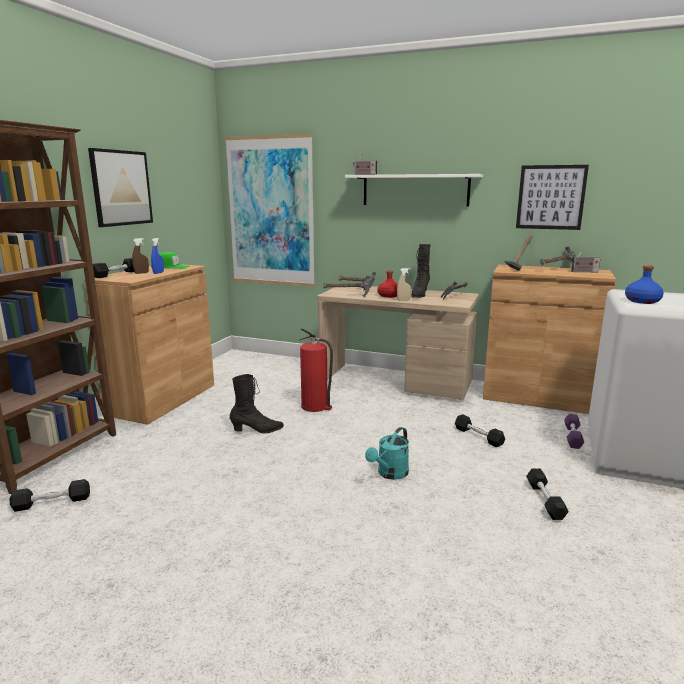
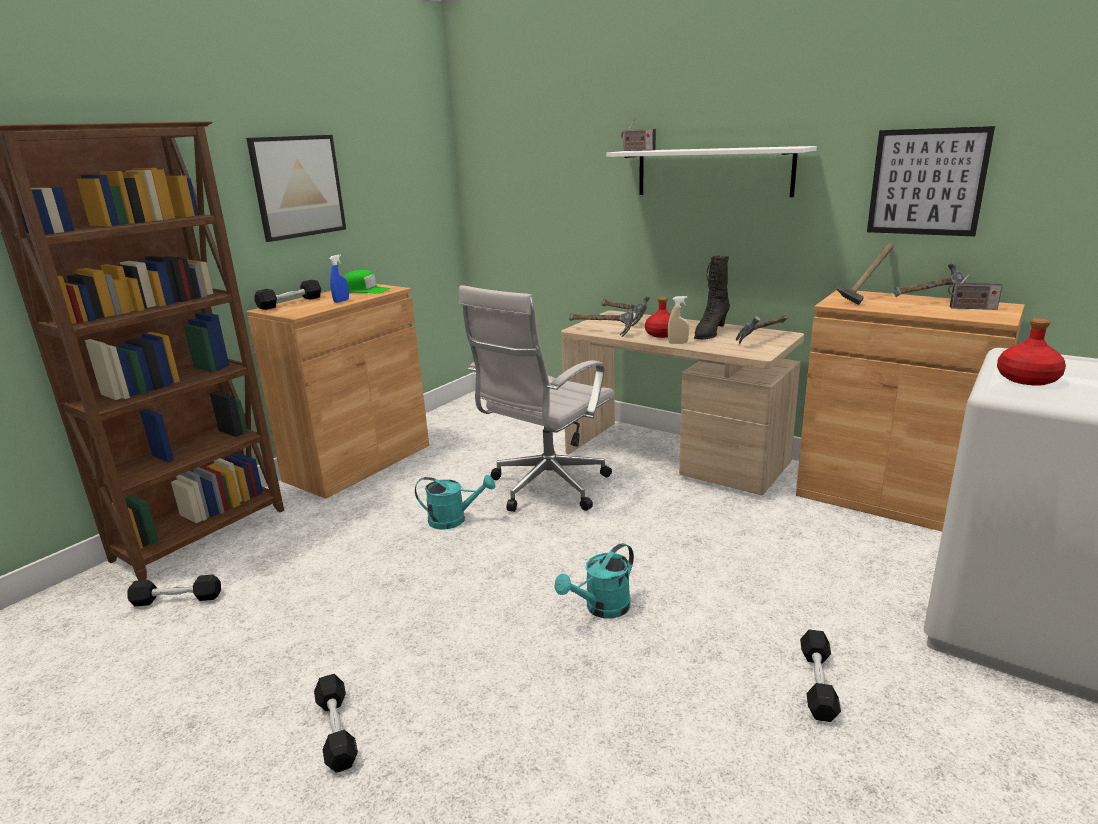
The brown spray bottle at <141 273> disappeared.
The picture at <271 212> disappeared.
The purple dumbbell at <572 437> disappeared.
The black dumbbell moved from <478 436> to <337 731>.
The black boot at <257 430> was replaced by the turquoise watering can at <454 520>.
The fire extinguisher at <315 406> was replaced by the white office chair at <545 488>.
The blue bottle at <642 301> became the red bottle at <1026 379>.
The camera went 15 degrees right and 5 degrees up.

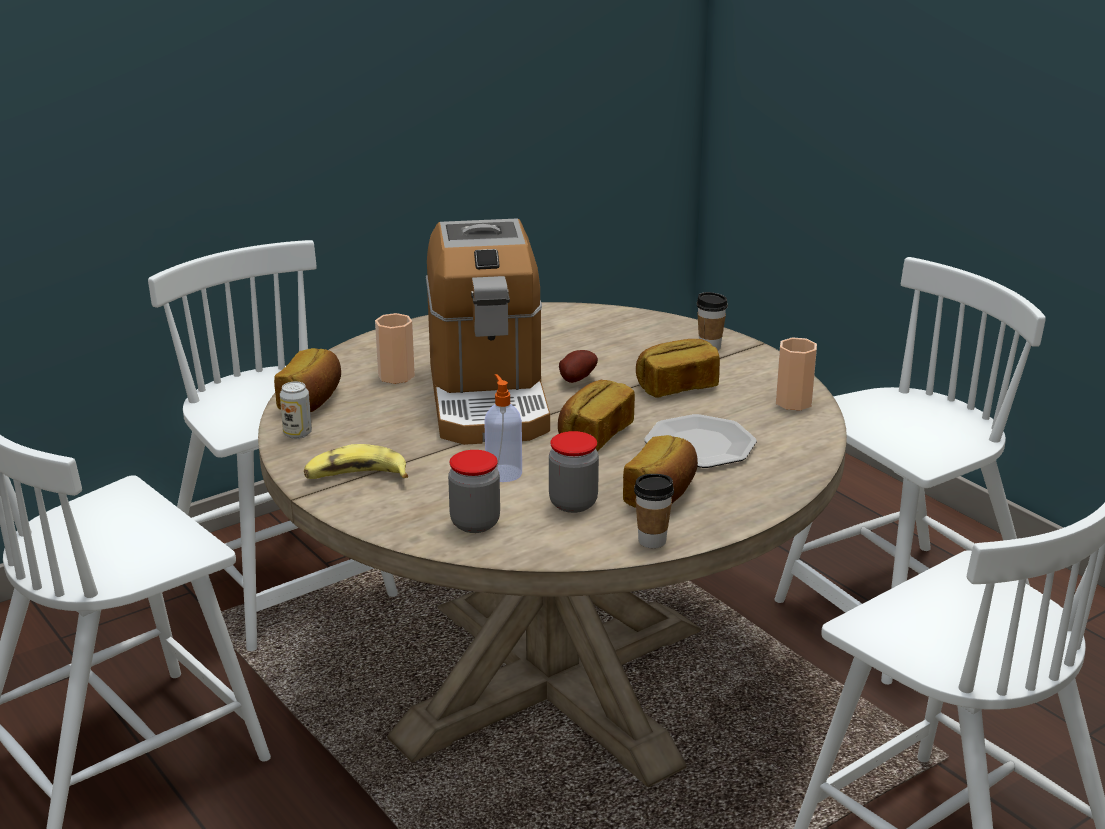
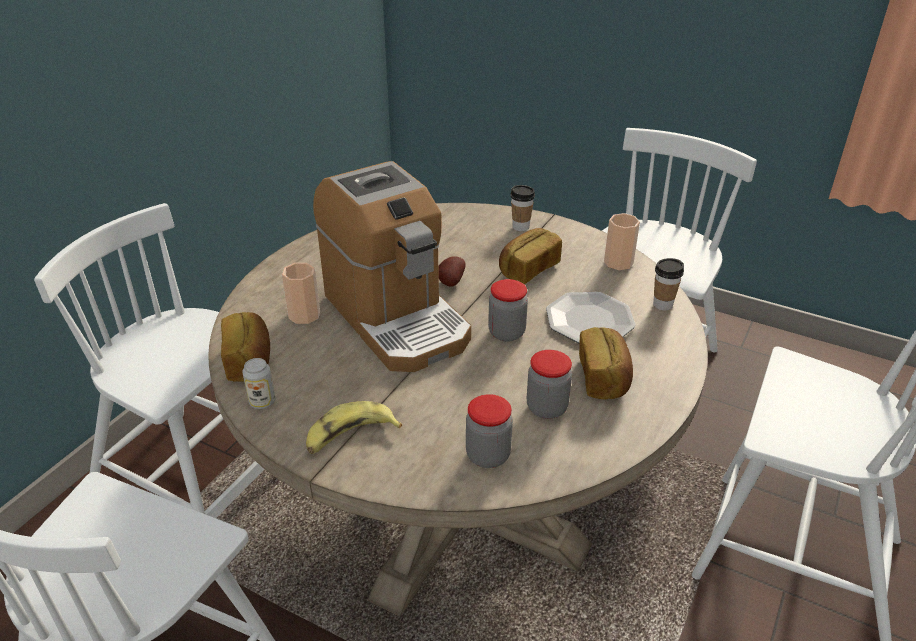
The soap dispenser at <503 473> disappeared.
The cup moved from <652 541> to <662 305>.
The bread at <594 435> was replaced by the jar at <506 333>.
The camera went 25 degrees left and 10 degrees up.

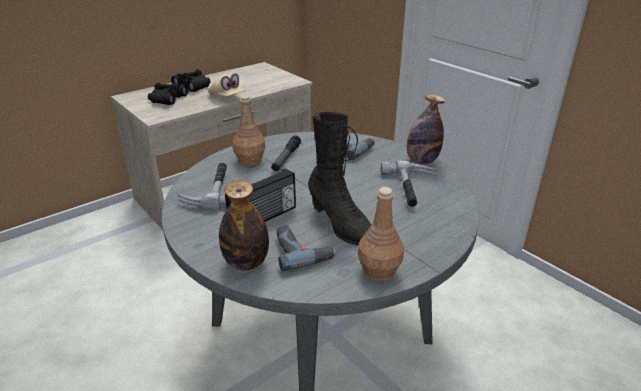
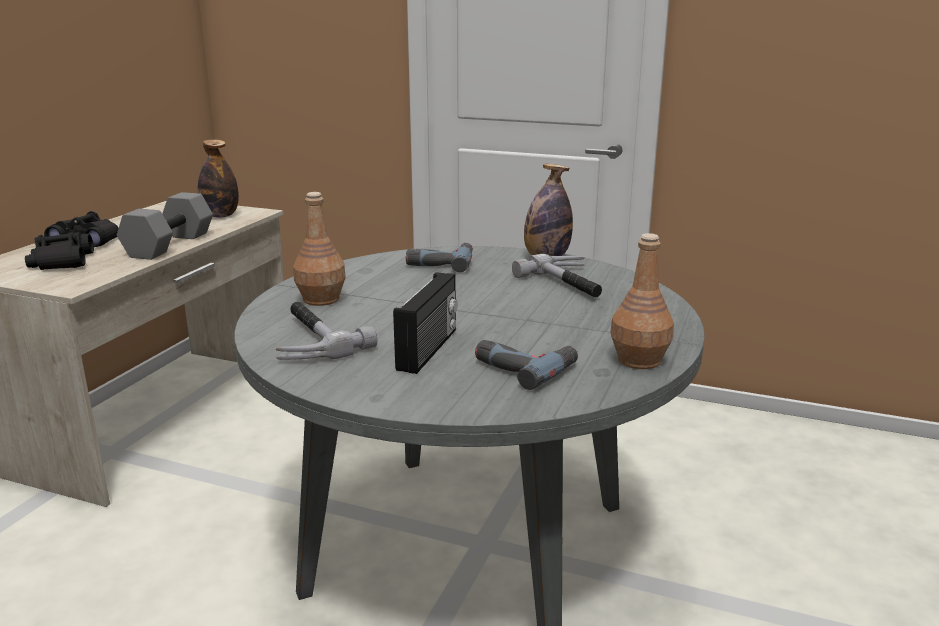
The flashlight at <286 158> disappeared.
The black boot at <342 226> disappeared.
The bottle moved from <246 263> to <220 215>.
The beige cap at <227 97> was replaced by the grey dumbbell at <169 244>.
The camera went 30 degrees left and 10 degrees down.

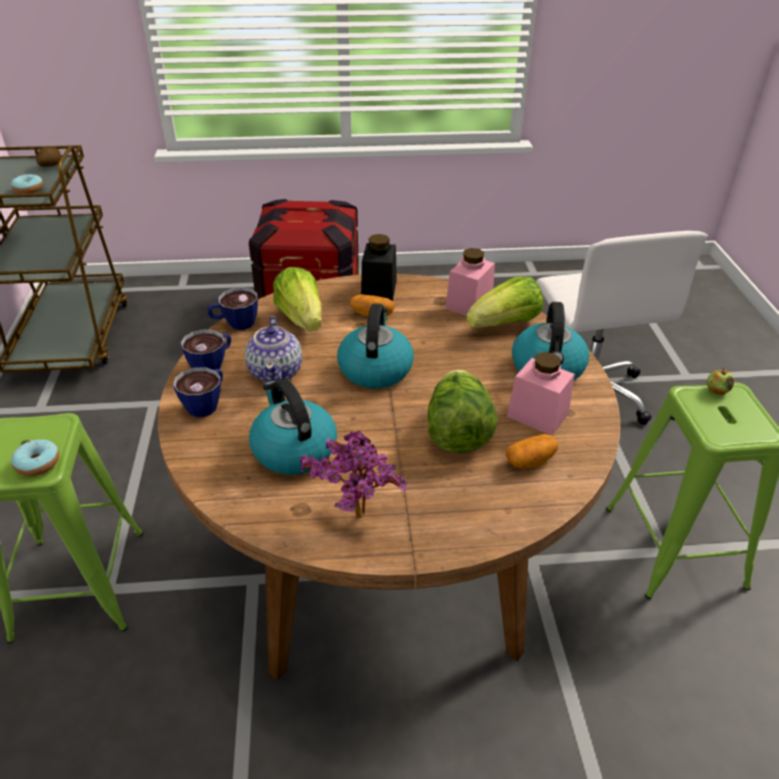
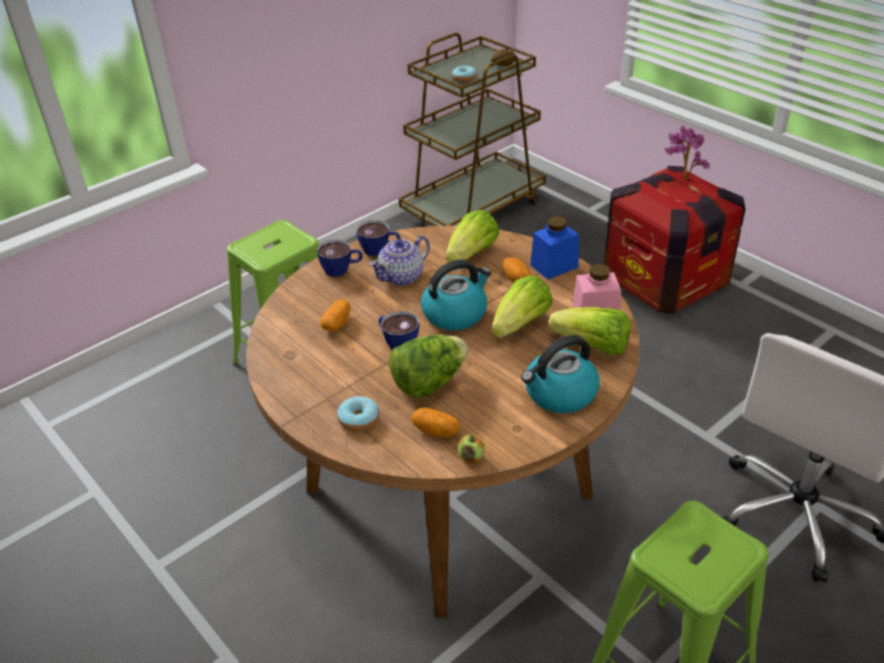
The pink jar at <537 415> disappeared.
The lettuce at <521 324> appeared.
The donut moved from <38 463> to <359 419>.
The cup moved from <235 323> to <397 343>.
The potted plant moved from <355 521> to <681 179>.
The apple moved from <717 390> to <471 457>.
The kettle at <293 449> was replaced by the potato at <337 324>.
The black jar at <379 289> became the blue jar at <554 266>.
The camera went 55 degrees right and 0 degrees up.

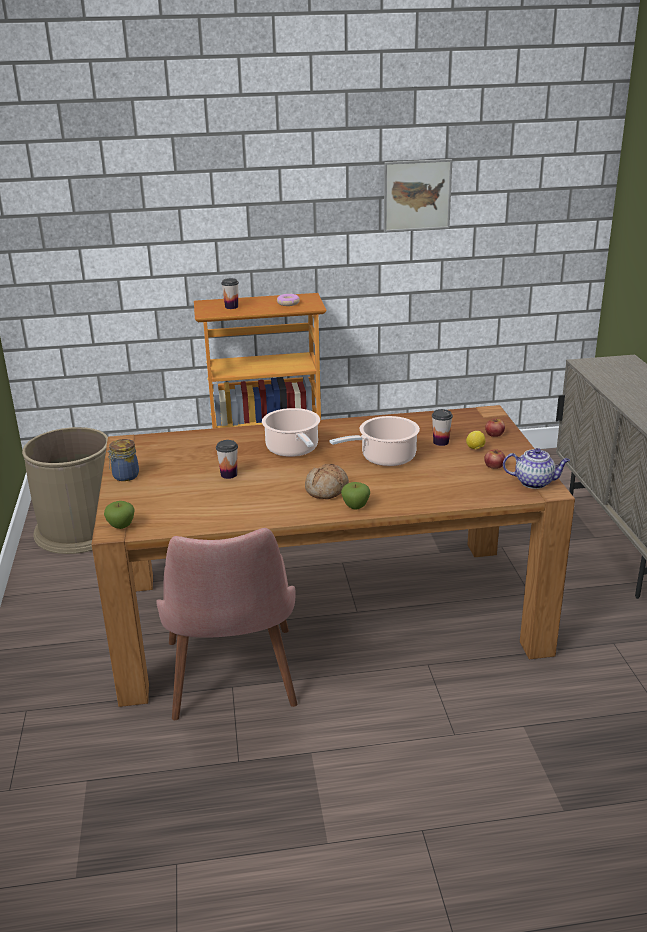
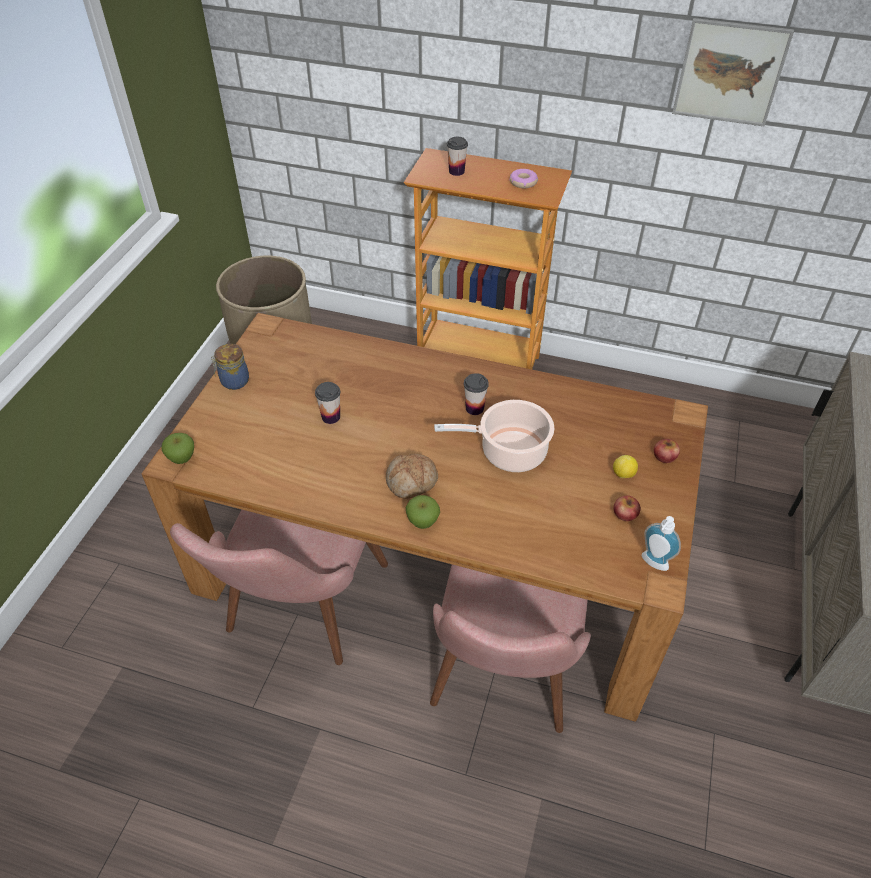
The cooking pot at <293 450> disappeared.
The pink chair at <502 679> appeared.
The cup moved from <441 442> to <474 408>.
The teapot at <535 482> was replaced by the soap dispenser at <653 564>.
The camera went 25 degrees right and 20 degrees up.

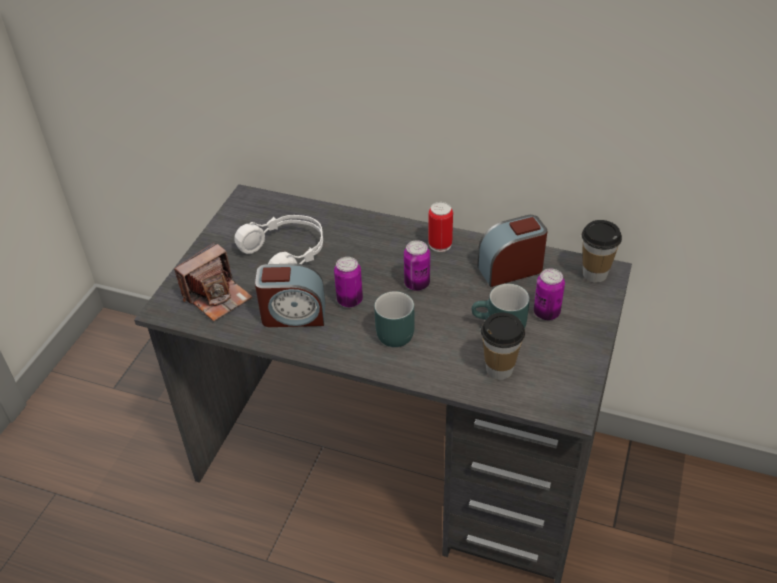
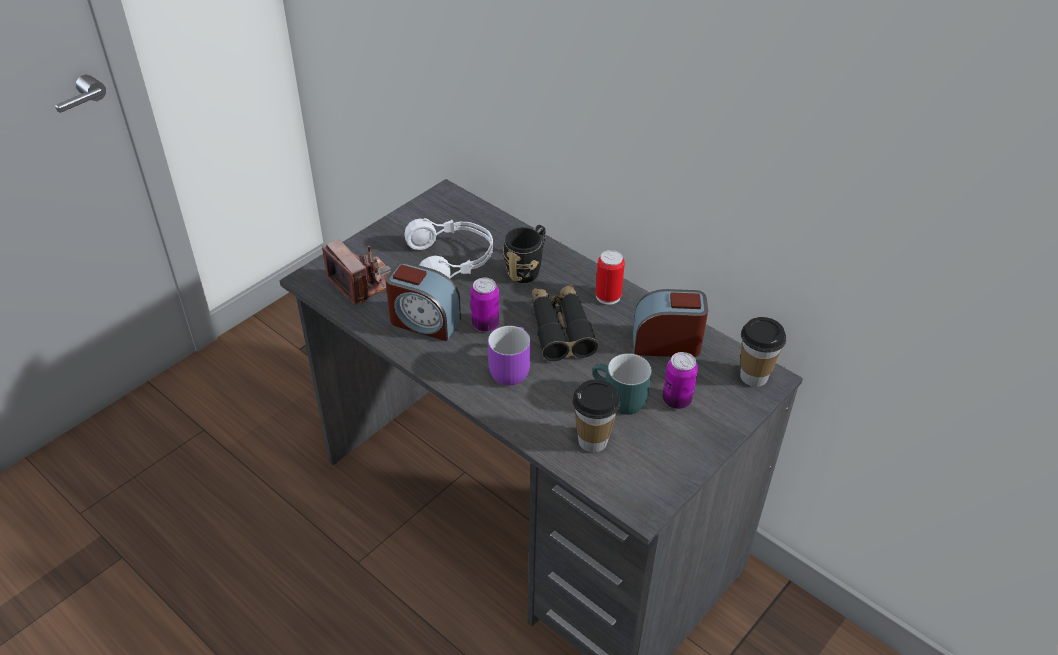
The black mug at <527 268> appeared.
The can at <417 284> was replaced by the black binoculars at <561 329>.
The turquoise mug at <392 330> became the purple mug at <508 367>.
The photo camera at <217 297> turned 105 degrees counterclockwise.
The camera went 20 degrees right and 0 degrees up.

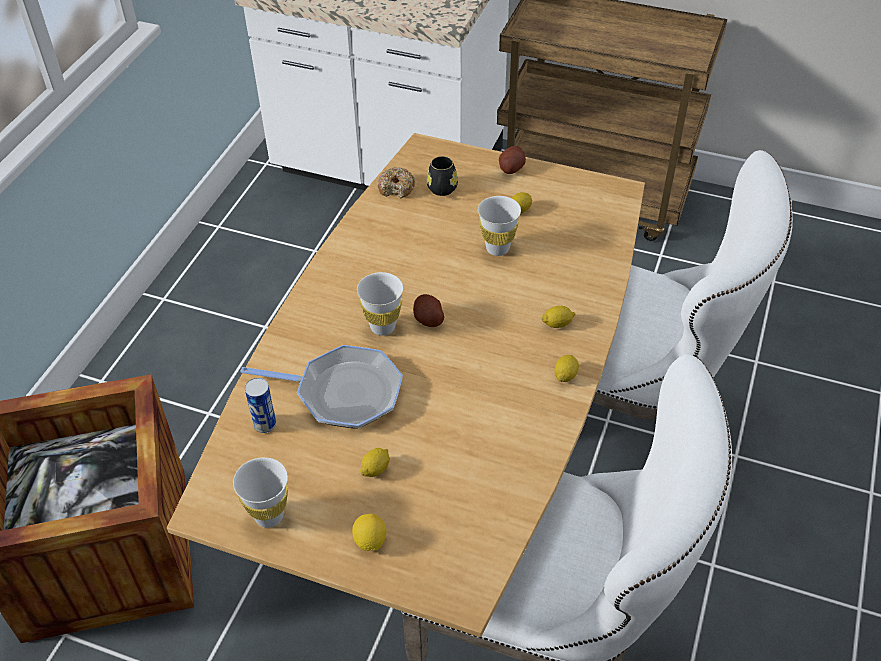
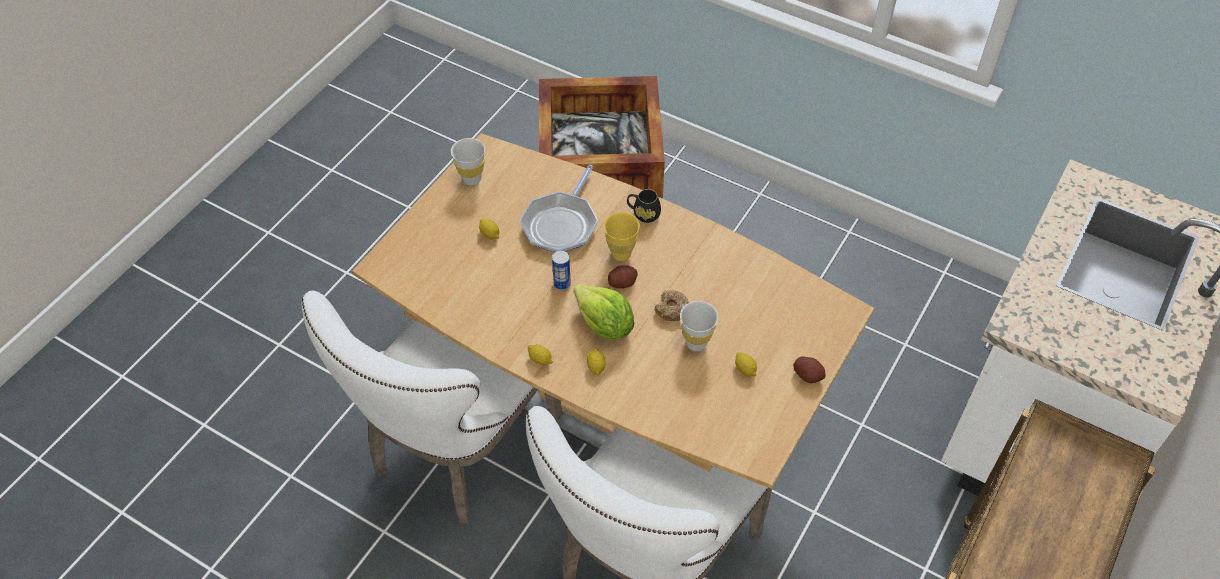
The lemon at <370 541> disappeared.
The lettuce at <604 325> appeared.
The can moved from <265 424> to <562 284>.
The donut moved from <396 188> to <672 310>.
The black mug moved from <441 191> to <643 214>.
The white cup at <383 327> became the yellow cup at <621 253>.
The camera went 100 degrees right and 5 degrees up.

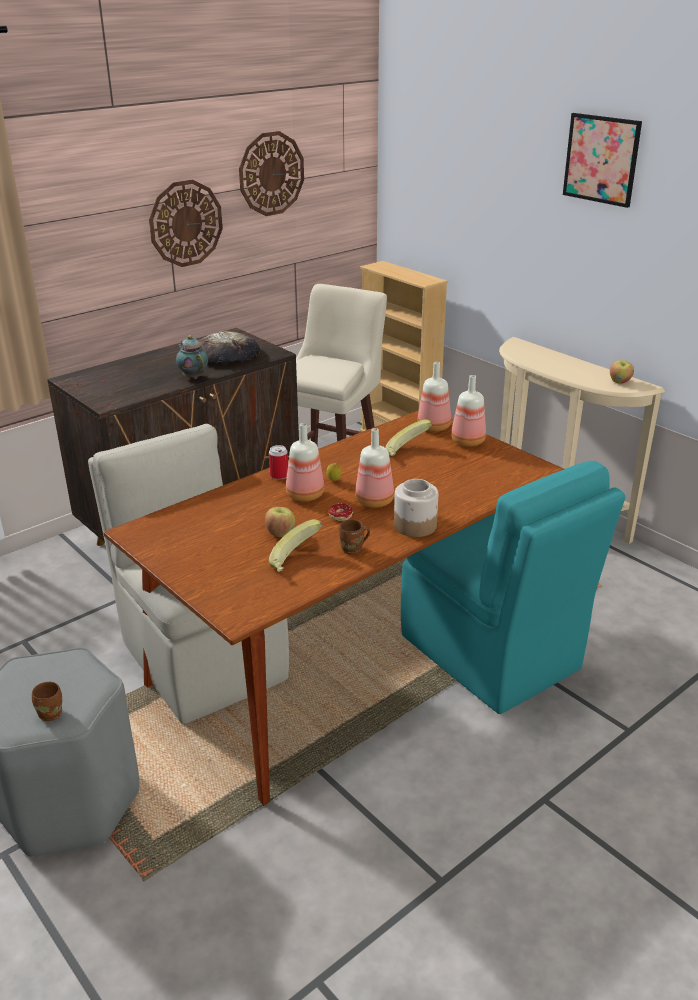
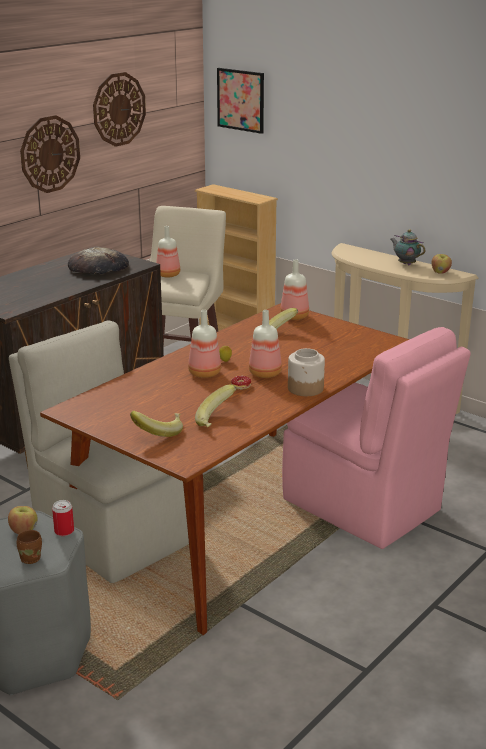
The brown mug at <353 550> disappeared.
The banana at <158 432> appeared.
The teapot moved from <193 377> to <405 264>.
The apple moved from <280 533> to <24 531>.
The can moved from <279 475> to <64 531>.
The bottle moved from <466 442> to <167 275>.
The picture moved from <601 159> to <241 100>.
The turquoise chair at <492 655> became the pink chair at <364 507>.
The camera went 10 degrees left and 5 degrees down.

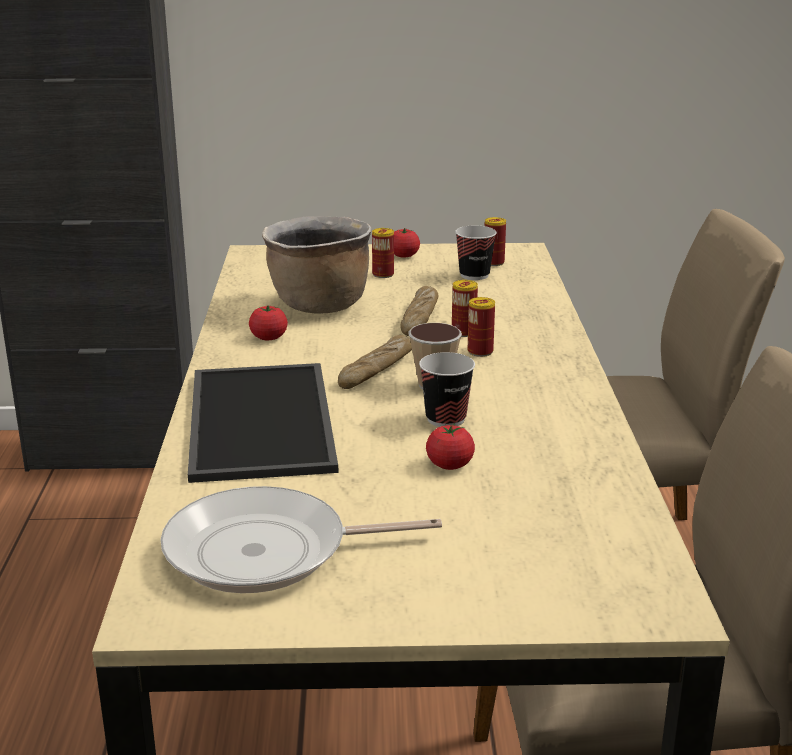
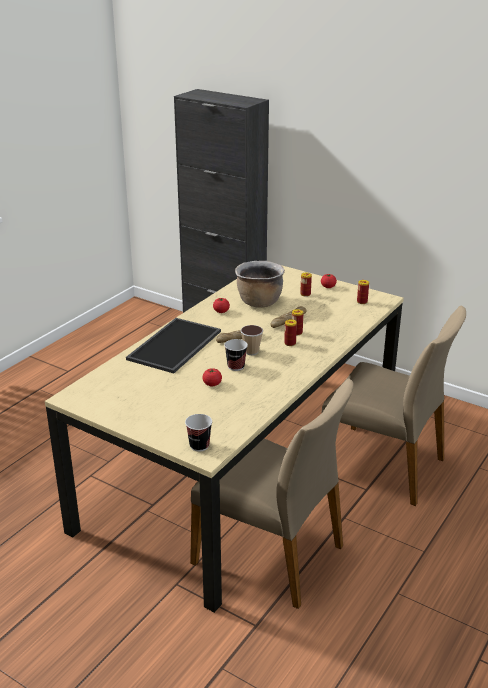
The frying pan at <267 552> disappeared.
The cup moved from <474 275> to <199 446>.
The camera went 35 degrees right and 5 degrees up.

